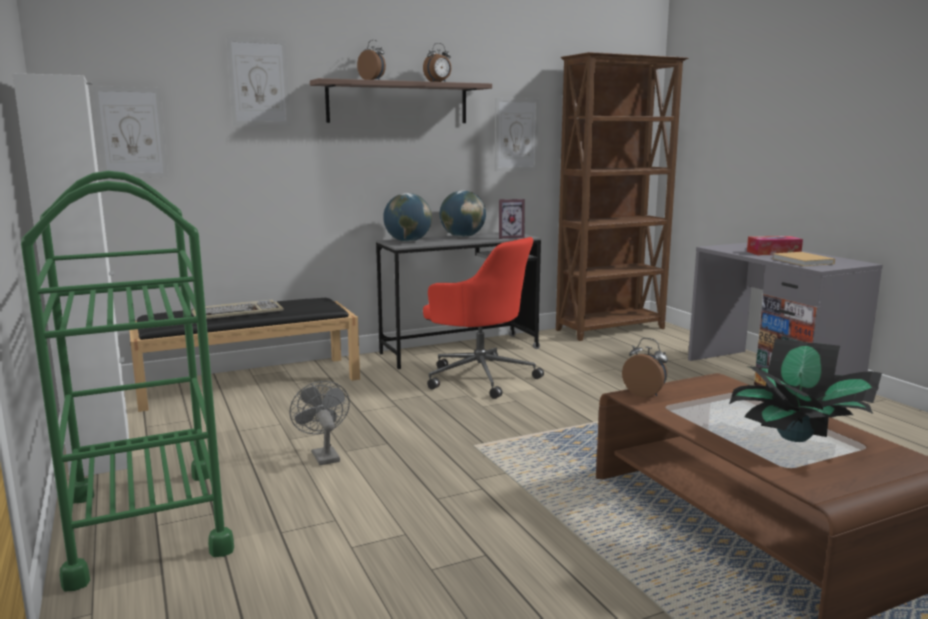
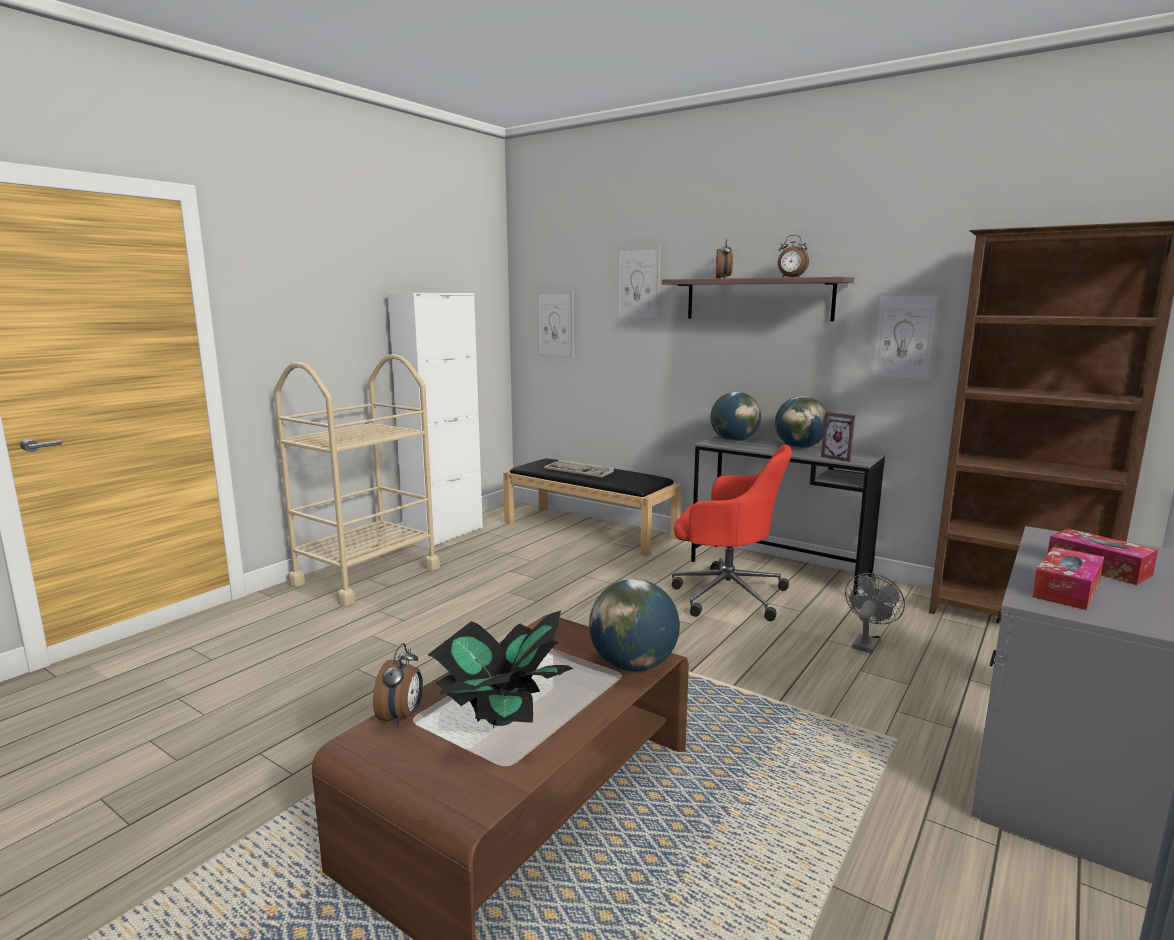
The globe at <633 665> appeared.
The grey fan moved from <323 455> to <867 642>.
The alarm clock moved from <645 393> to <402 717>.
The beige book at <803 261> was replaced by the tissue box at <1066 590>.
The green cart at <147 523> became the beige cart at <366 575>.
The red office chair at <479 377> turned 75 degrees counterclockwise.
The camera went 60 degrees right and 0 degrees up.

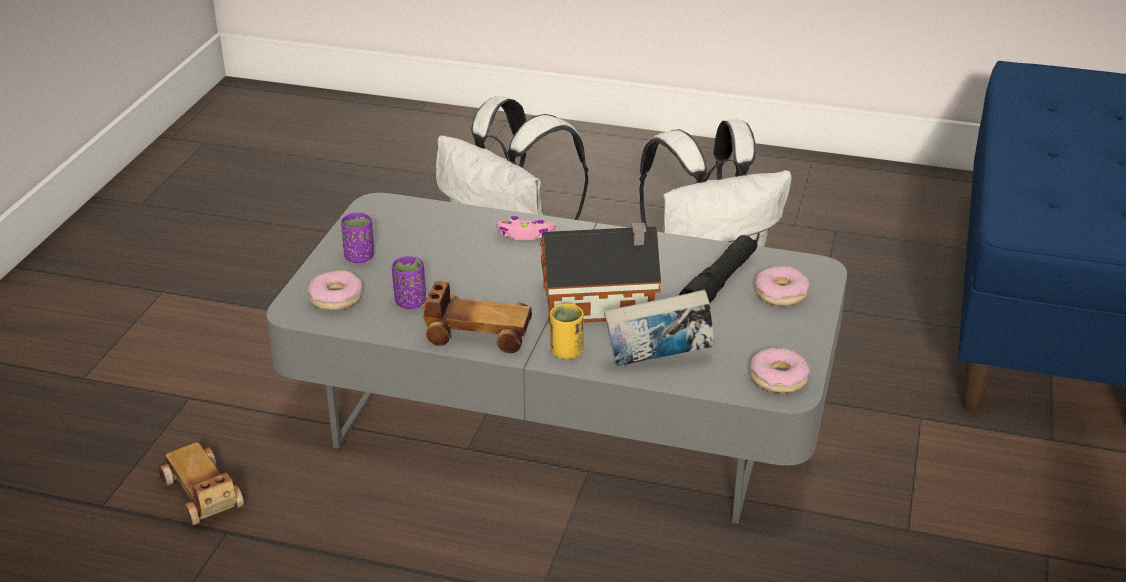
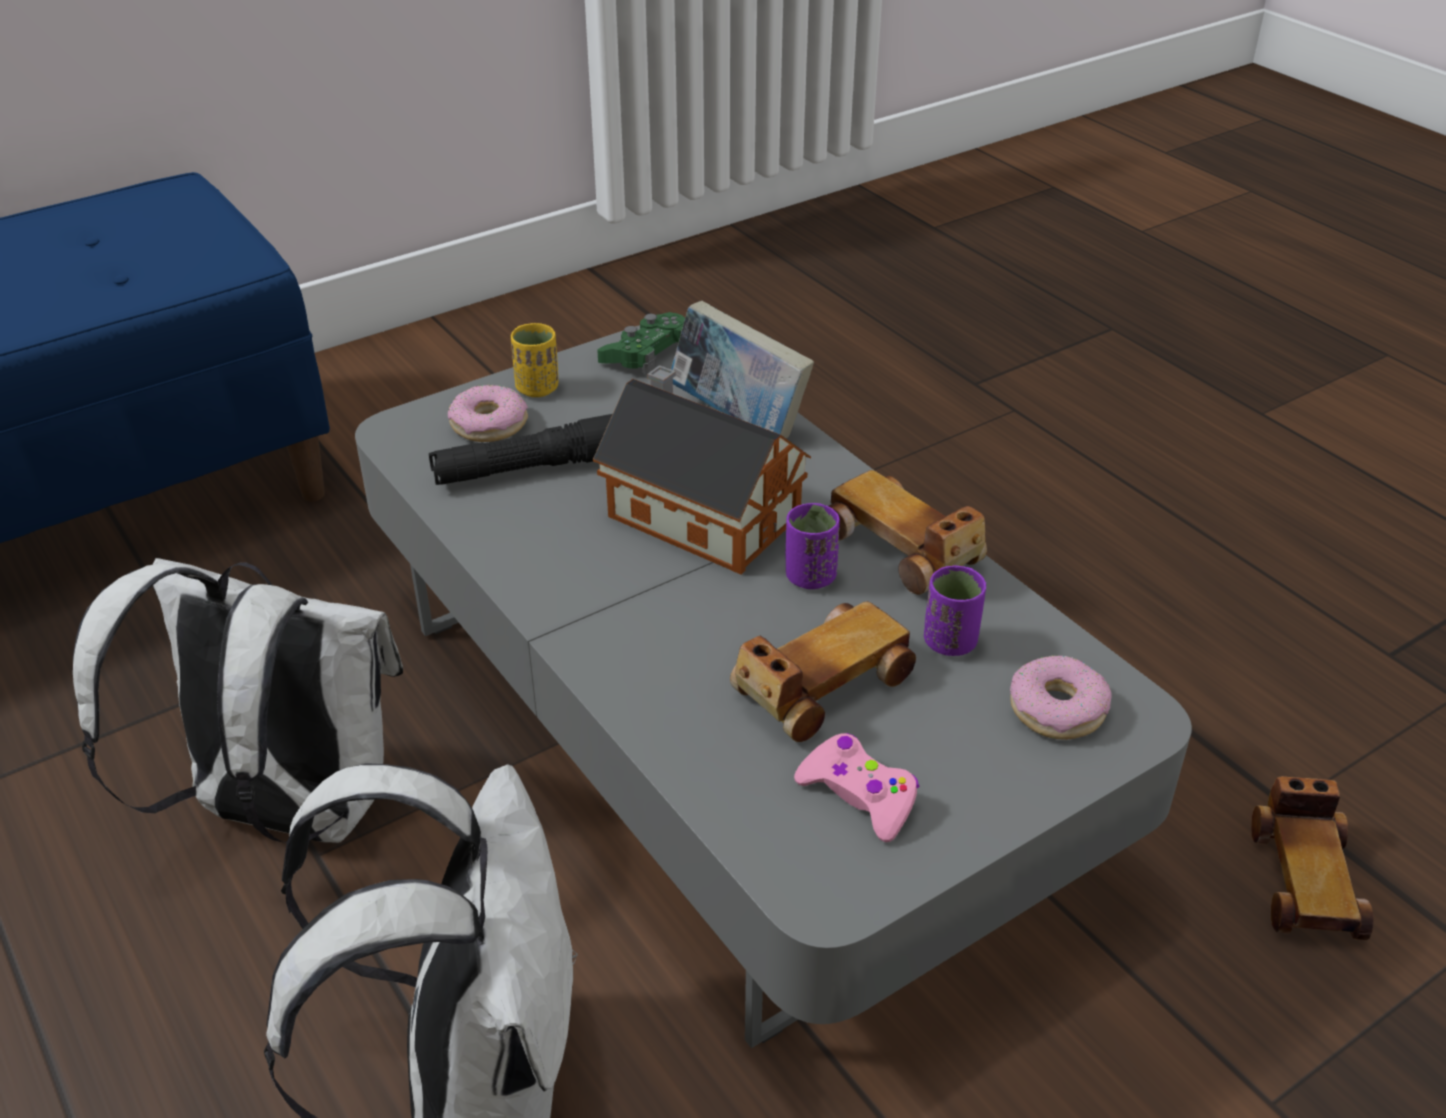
The toy car at <820 687> appeared.
The purple cup moved from <359 257> to <810 577>.
The pink game controller moved from <525 235> to <859 795>.
The yellow cup moved from <566 352> to <537 388>.
The donut at <778 378> was replaced by the green game controller at <646 354>.
The camera went 140 degrees left and 5 degrees up.

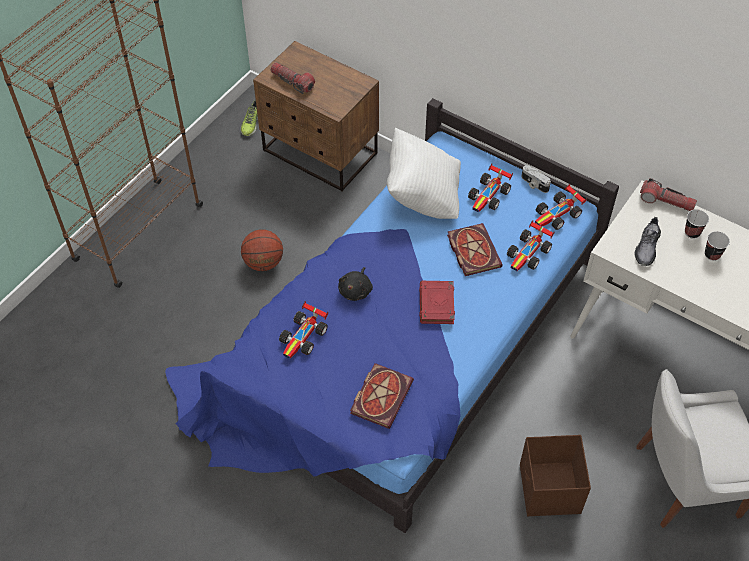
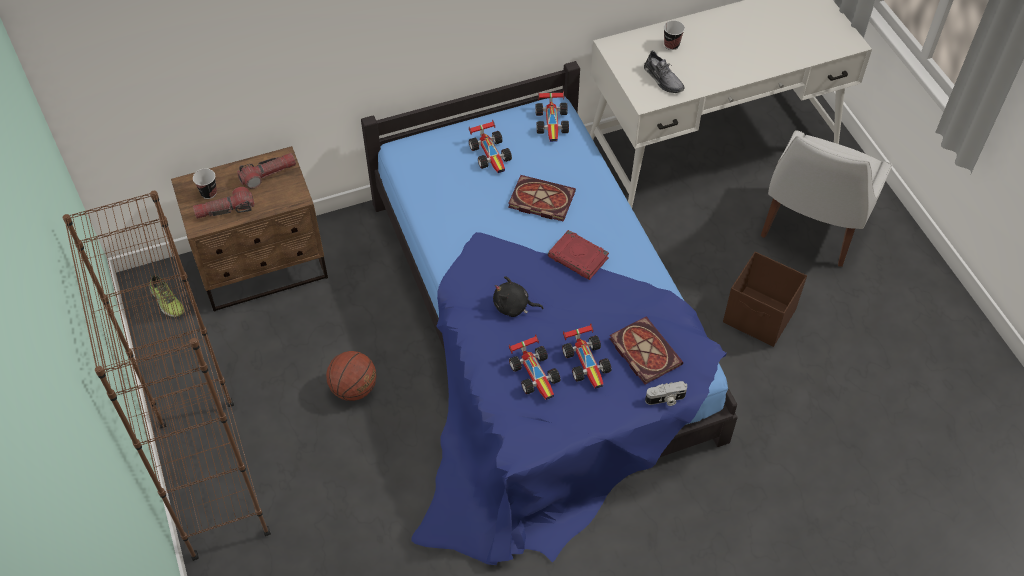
The white pillow at <423 195> disappeared.
The toy car moved from <529 253> to <587 362>.
The photo camera moved from <534 184> to <665 399>.
The flashlight moved from <666 202> to <268 174>.
The cup moved from <712 255> to <209 193>.
The black plush toy at <356 290> turned 135 degrees clockwise.
The camera went 55 degrees left and 0 degrees up.

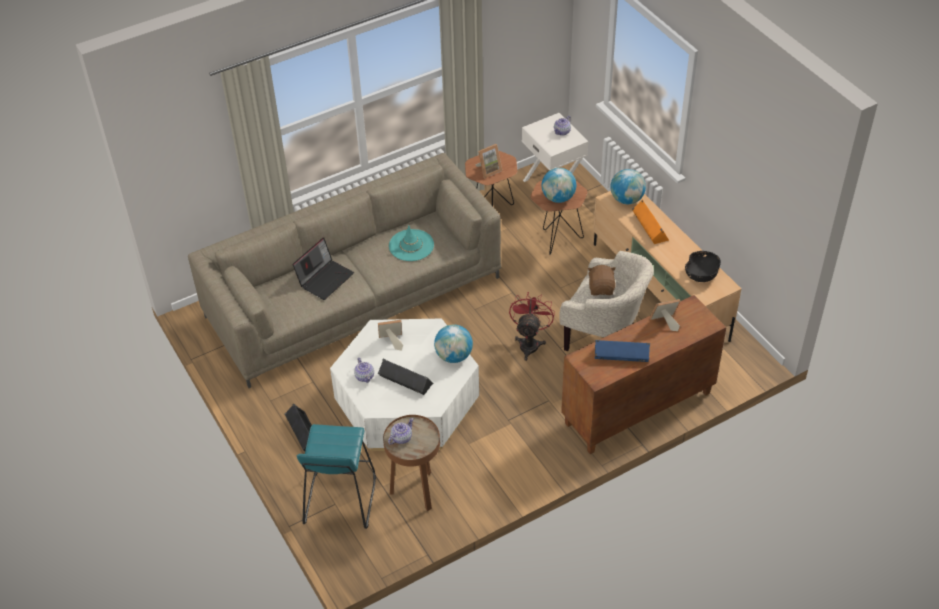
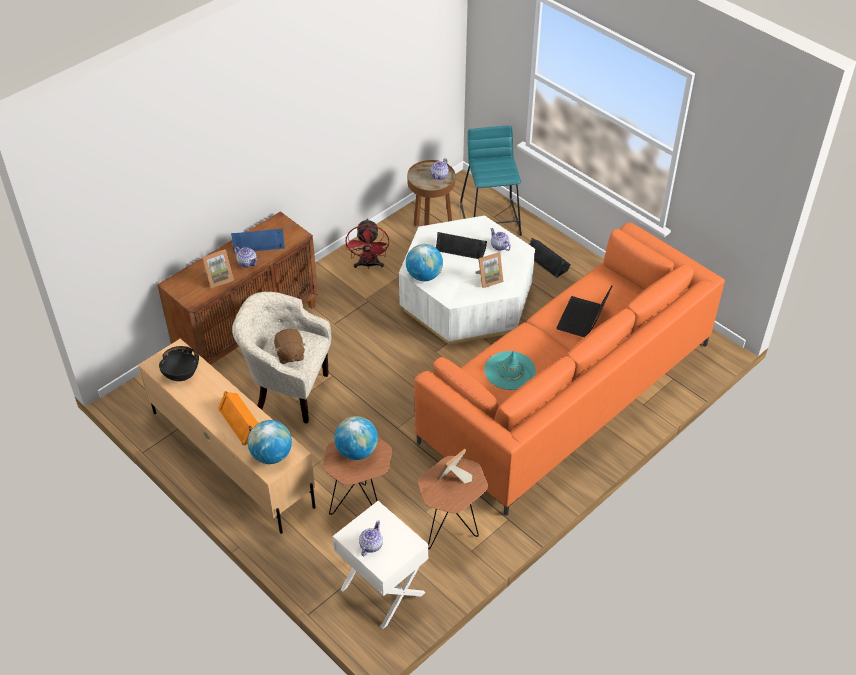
The teapot at <247 262> appeared.
The red fan moved from <530 343> to <368 265>.
The beige sofa at <354 297> became the orange sofa at <566 392>.
The camera went 165 degrees right and 0 degrees up.

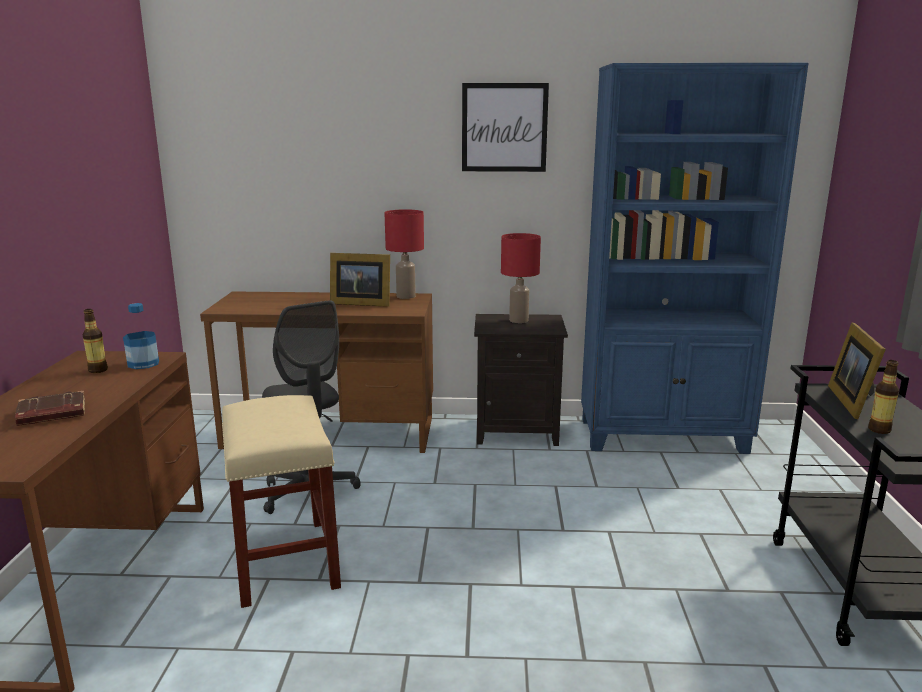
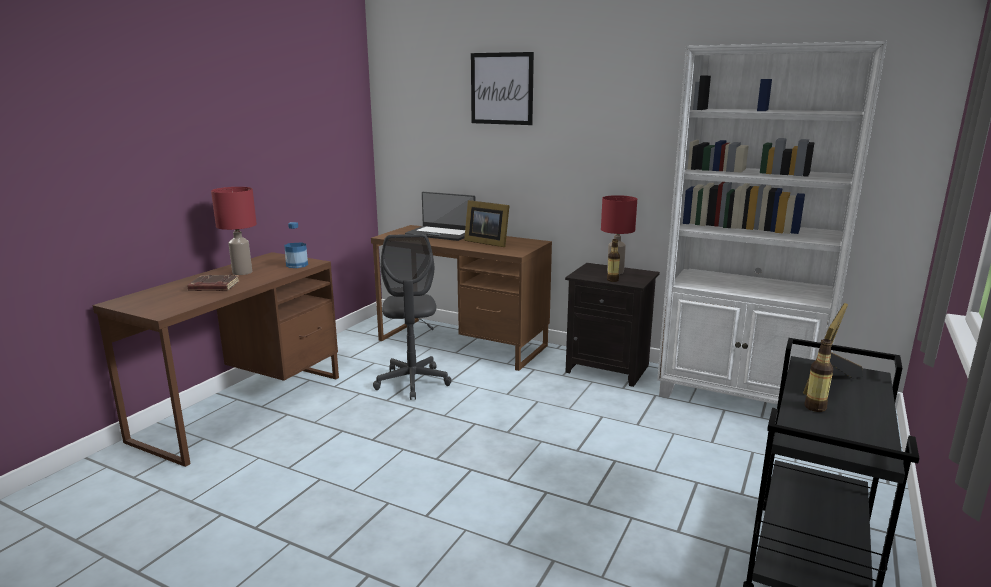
The beige stool at <286 562> disappeared.
The laptop at <441 234> appeared.
The bottle moved from <98 370> to <612 280>.
The red table lamp moved from <405 296> to <241 272>.
The picture moved from <504 127> to <501 88>.
The blue bookcase at <664 436> became the white bookcase at <739 398>.
The camera went 25 degrees right and 0 degrees up.

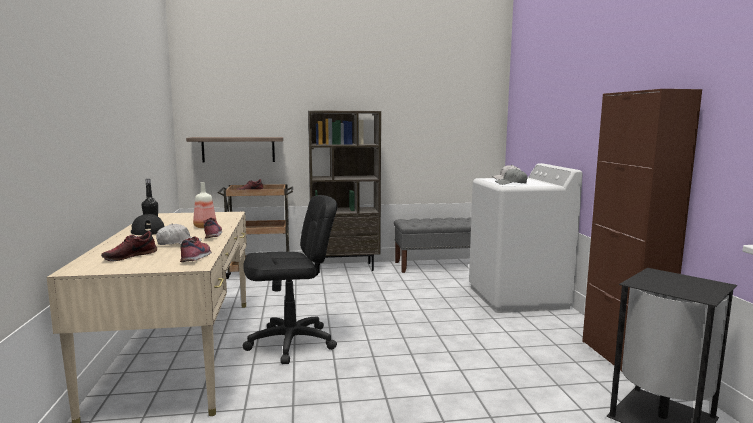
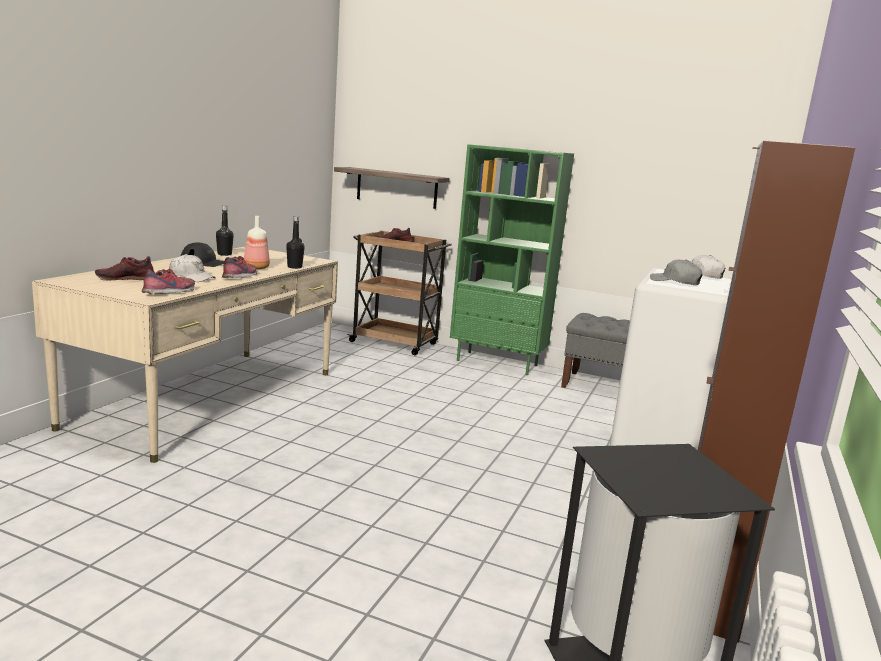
The black office chair at <291 343> disappeared.
The black bottle at <294 267> appeared.
The brown bookcase at <345 267> became the green bookcase at <498 363>.
The camera went 30 degrees right and 5 degrees up.

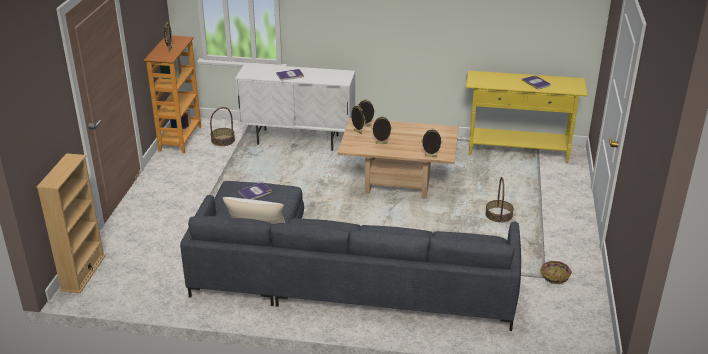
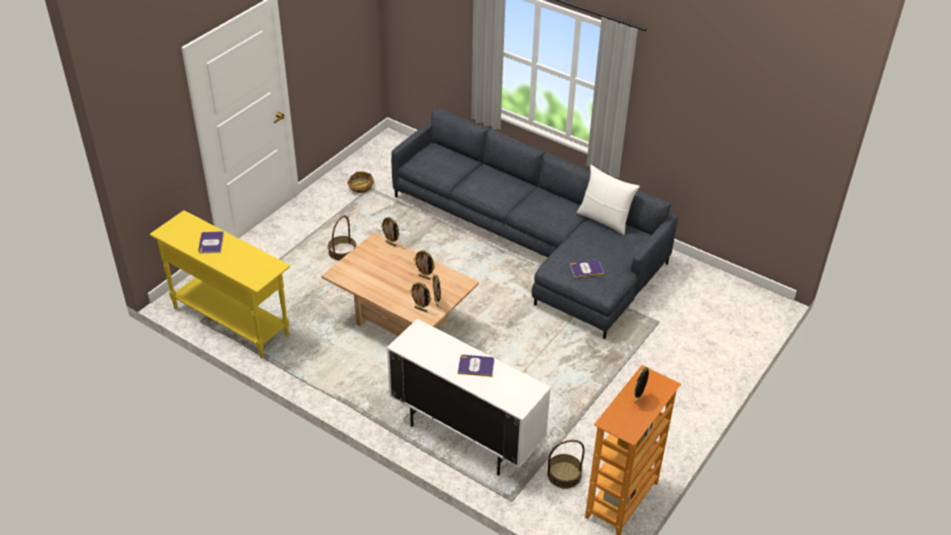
The beige bookcase at <83 273> disappeared.
The camera went 155 degrees left and 10 degrees up.

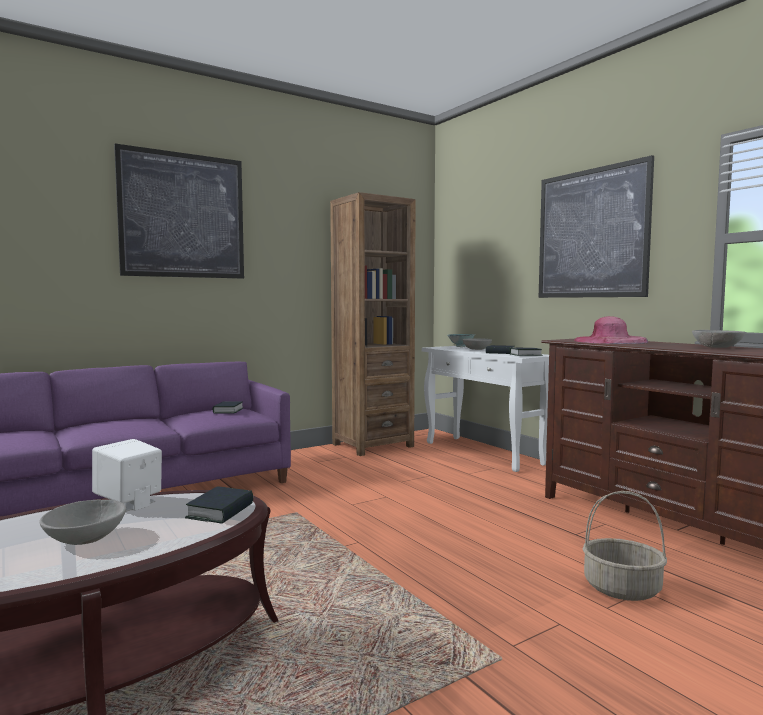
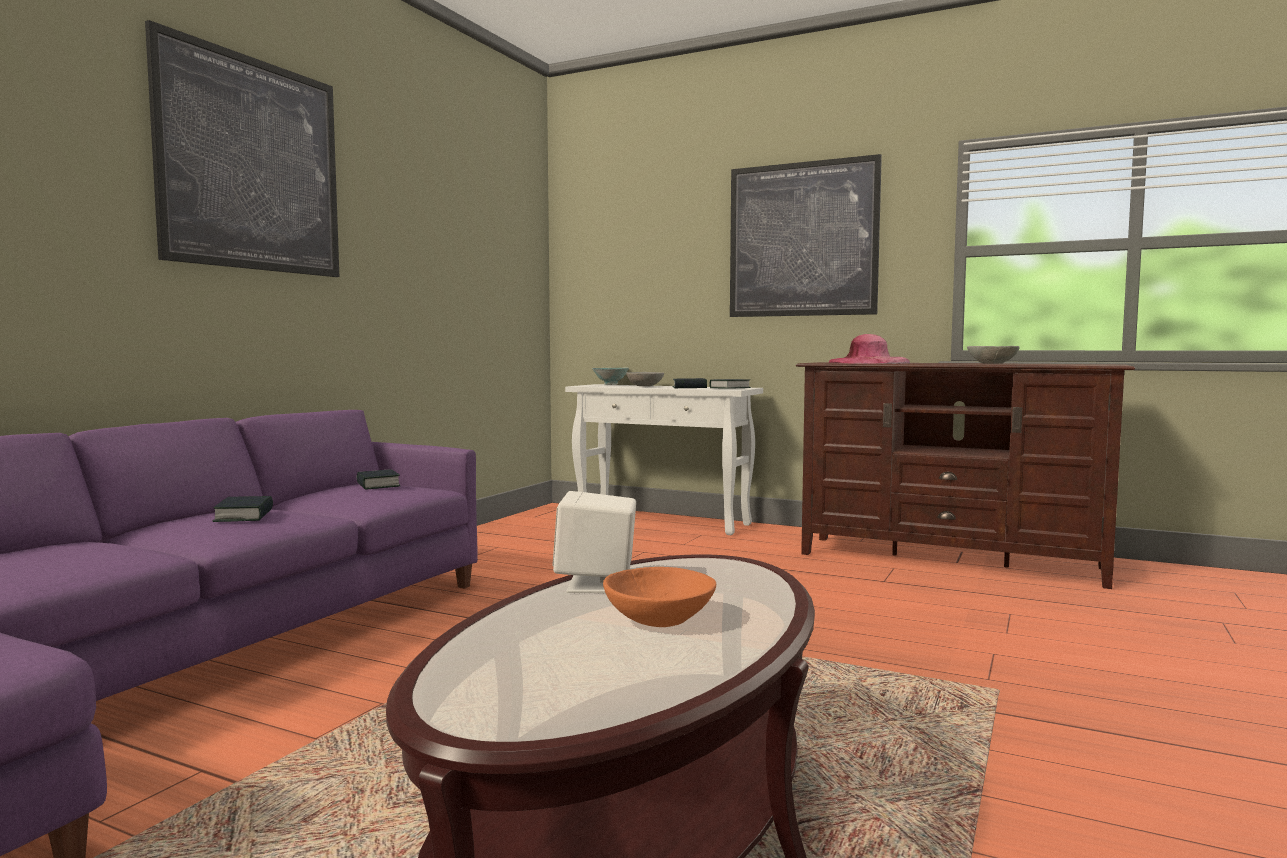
The brown bookcase at <372 445> disappeared.
The basket at <621 589> disappeared.
The book moved from <220 511> to <244 516>.
The grey bowl at <86 539> became the orange bowl at <659 620>.
The camera went 30 degrees left and 0 degrees up.

